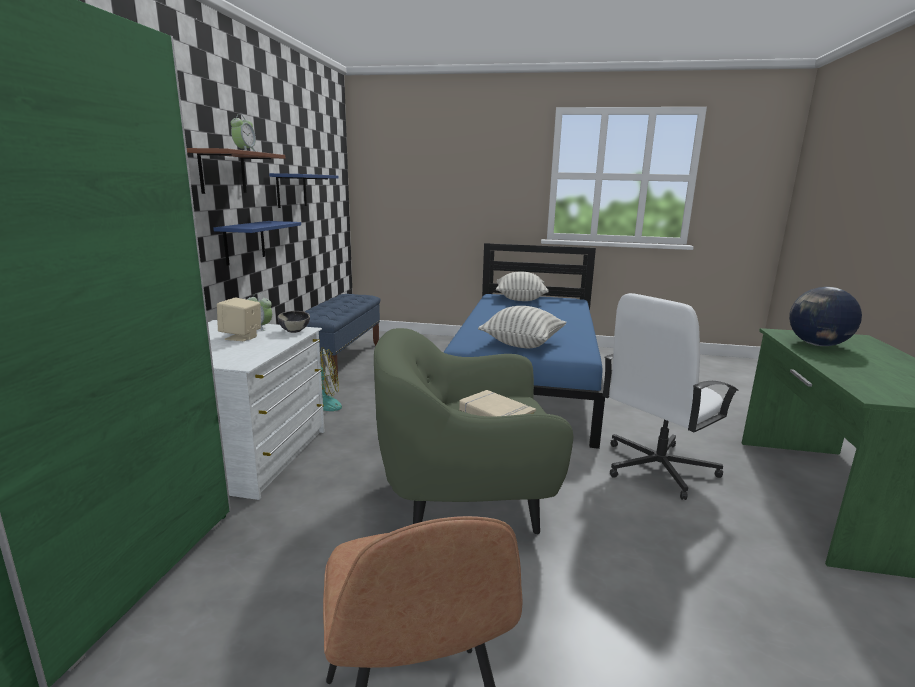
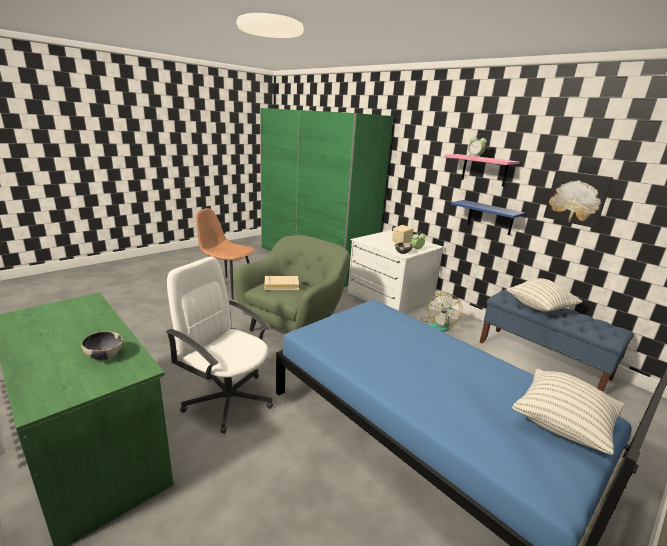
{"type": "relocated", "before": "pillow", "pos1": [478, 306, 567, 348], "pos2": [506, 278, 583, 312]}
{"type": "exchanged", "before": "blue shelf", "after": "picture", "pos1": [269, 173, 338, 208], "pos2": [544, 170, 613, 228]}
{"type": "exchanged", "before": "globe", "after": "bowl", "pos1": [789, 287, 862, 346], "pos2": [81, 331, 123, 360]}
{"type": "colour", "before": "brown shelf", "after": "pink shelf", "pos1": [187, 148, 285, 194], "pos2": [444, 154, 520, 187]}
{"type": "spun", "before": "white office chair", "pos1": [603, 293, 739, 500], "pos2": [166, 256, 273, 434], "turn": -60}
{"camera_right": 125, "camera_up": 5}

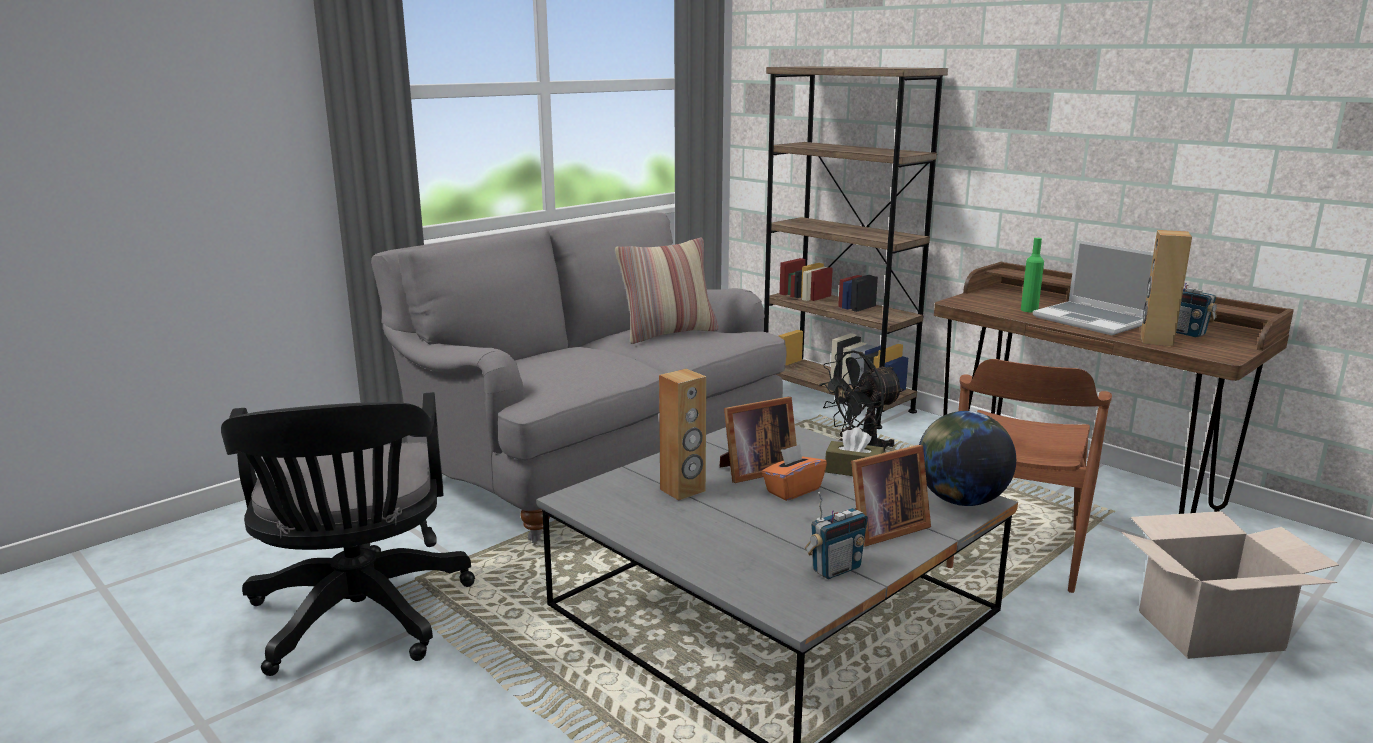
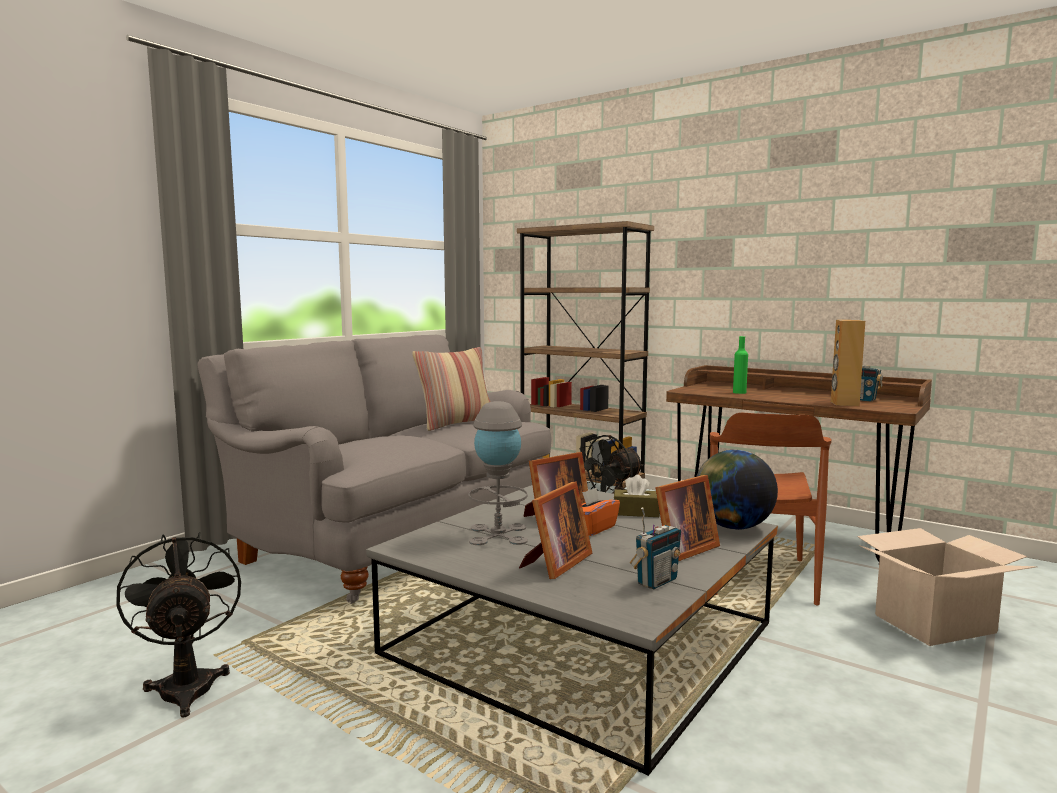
{"type": "missing", "before": "laptop", "pos1": [1033, 240, 1154, 335]}
{"type": "appeared", "after": "picture frame", "pos2": [519, 481, 592, 579]}
{"type": "exchanged", "before": "black office chair", "after": "black fan", "pos1": [221, 392, 475, 676], "pos2": [116, 532, 241, 717]}
{"type": "exchanged", "before": "brown speaker", "after": "grey table lamp", "pos1": [659, 369, 706, 501], "pos2": [469, 401, 528, 545]}
{"camera_right": -10, "camera_up": -10}

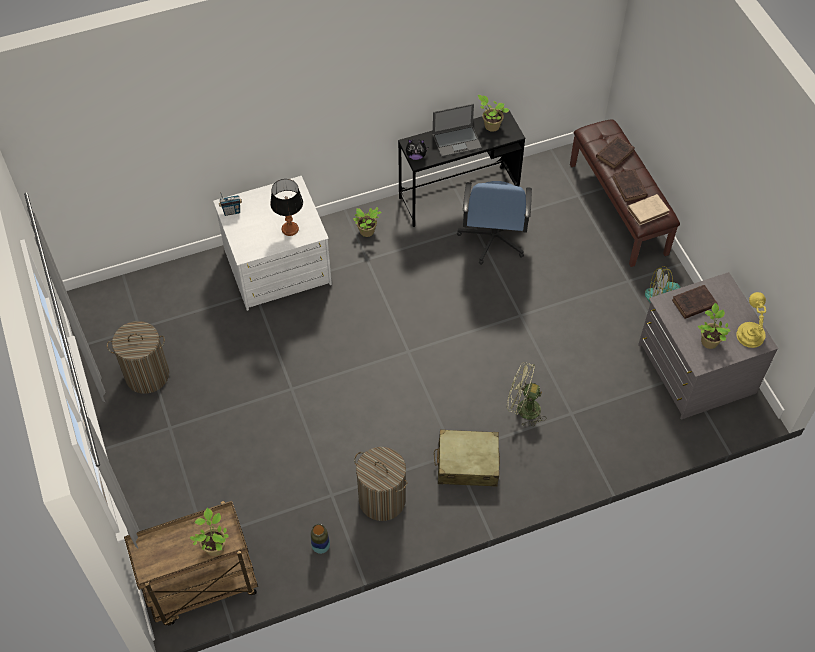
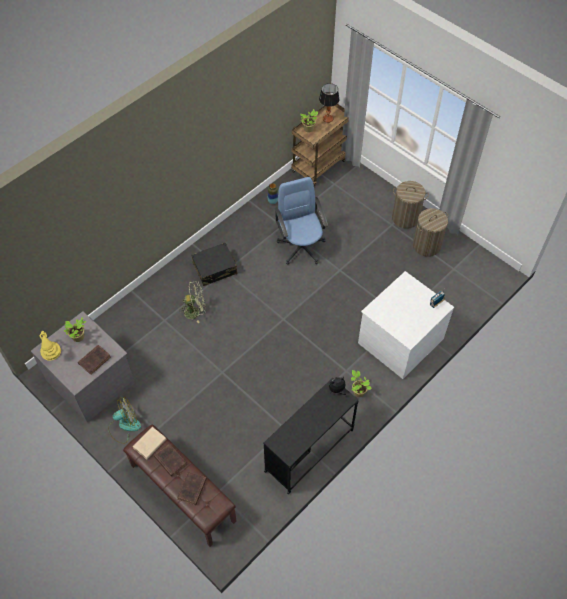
{"type": "missing", "before": "laptop", "pos1": [433, 103, 482, 157]}
{"type": "missing", "before": "potted plant", "pos1": [478, 95, 510, 132]}
{"type": "relocated", "before": "table lamp", "pos1": [270, 179, 303, 236], "pos2": [319, 83, 339, 123]}
{"type": "relocated", "before": "laundry basket", "pos1": [354, 447, 407, 521], "pos2": [392, 181, 429, 229]}
{"type": "relocated", "before": "blue office chair", "pos1": [457, 181, 532, 265], "pos2": [274, 177, 328, 265]}
{"type": "colour", "before": "beige suitcase", "after": "black suitcase", "pos1": [434, 430, 500, 487], "pos2": [191, 243, 238, 286]}
{"camera_right": 155, "camera_up": 0}

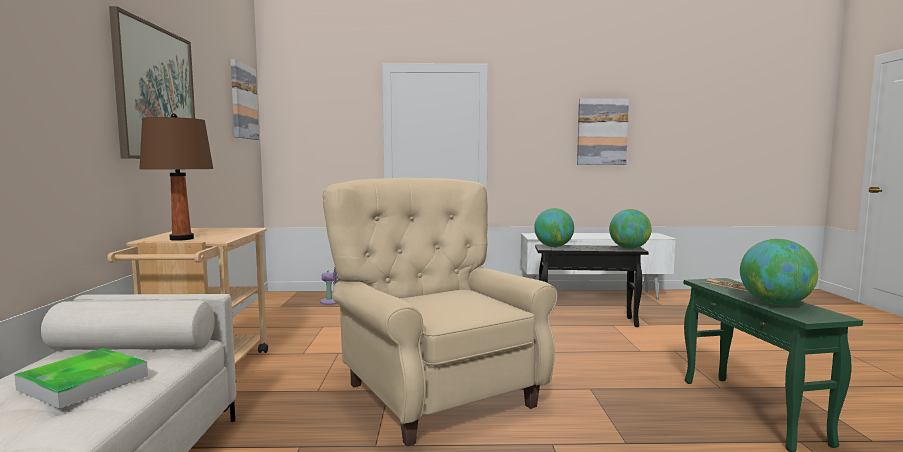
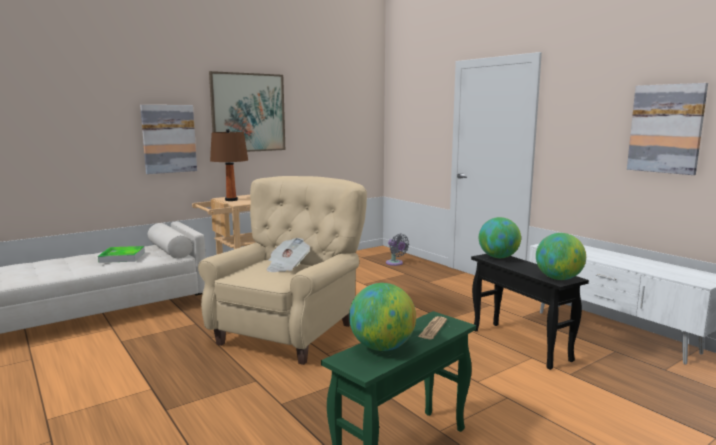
{"type": "appeared", "after": "newspaper", "pos2": [267, 238, 310, 272]}
{"type": "relocated", "before": "picture", "pos1": [231, 59, 259, 140], "pos2": [140, 105, 197, 174]}
{"camera_right": 55, "camera_up": 5}

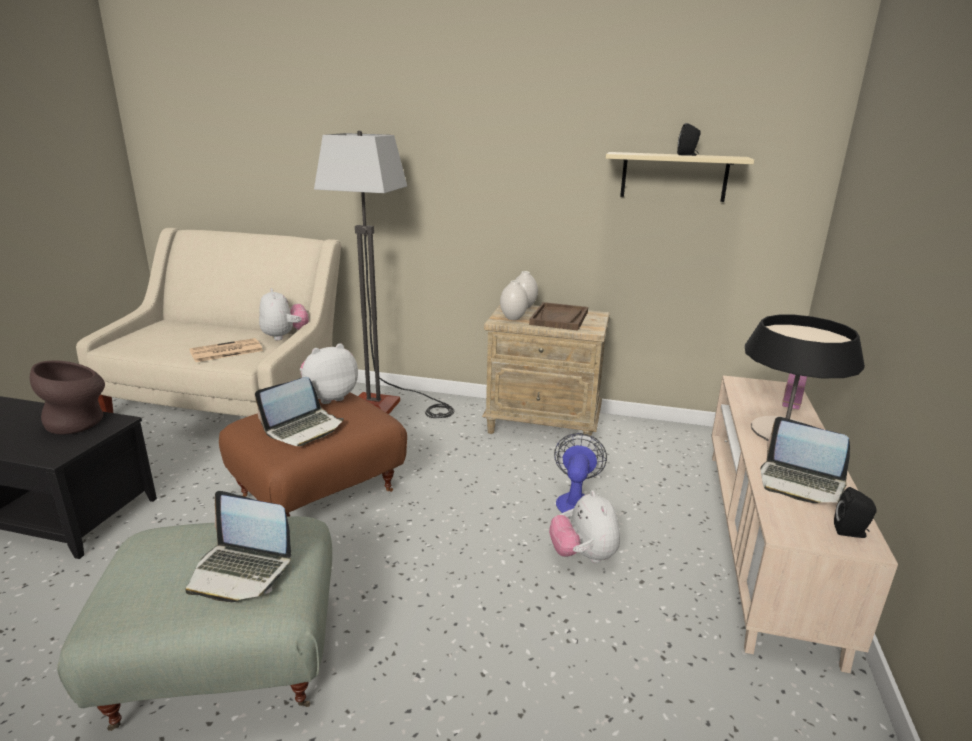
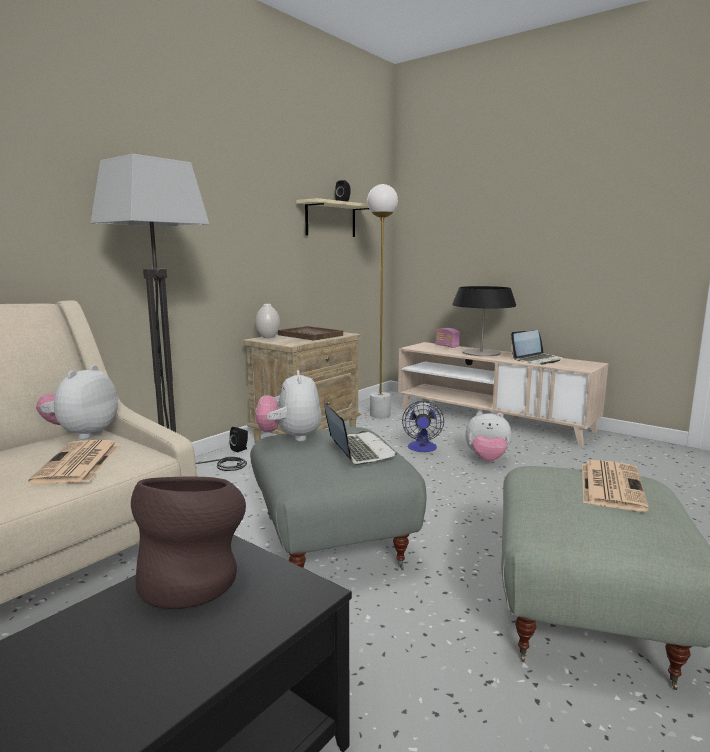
{"type": "missing", "before": "white vase", "pos1": [500, 280, 528, 320]}
{"type": "appeared", "after": "white floor lamp", "pos2": [367, 184, 398, 418]}
{"type": "relocated", "before": "black speaker", "pos1": [834, 487, 876, 538], "pos2": [230, 427, 248, 452]}
{"type": "exchanged", "before": "laptop", "after": "newspaper", "pos1": [185, 491, 291, 602], "pos2": [582, 460, 649, 511]}
{"type": "colour", "before": "brown ottoman", "after": "grey ottoman", "pos1": [219, 392, 407, 517], "pos2": [250, 427, 427, 570]}
{"type": "spun", "before": "plush toy", "pos1": [259, 288, 309, 340], "pos2": [36, 365, 118, 440], "turn": -75}
{"type": "spun", "before": "fan", "pos1": [554, 433, 607, 513], "pos2": [402, 401, 444, 452], "turn": -120}
{"camera_right": -65, "camera_up": -10}

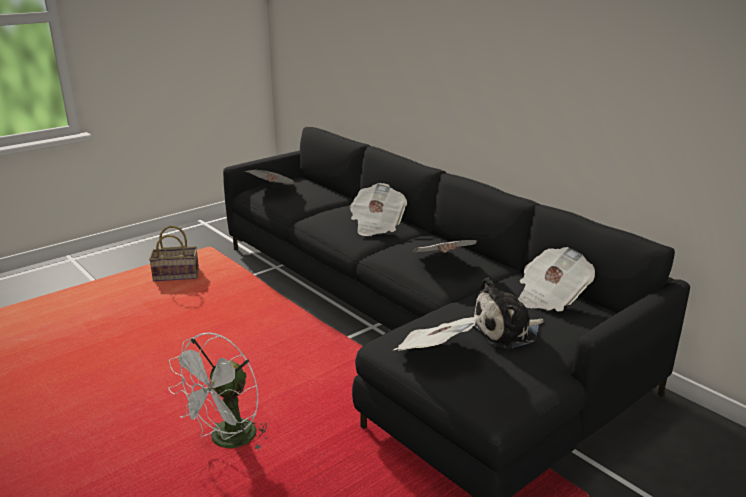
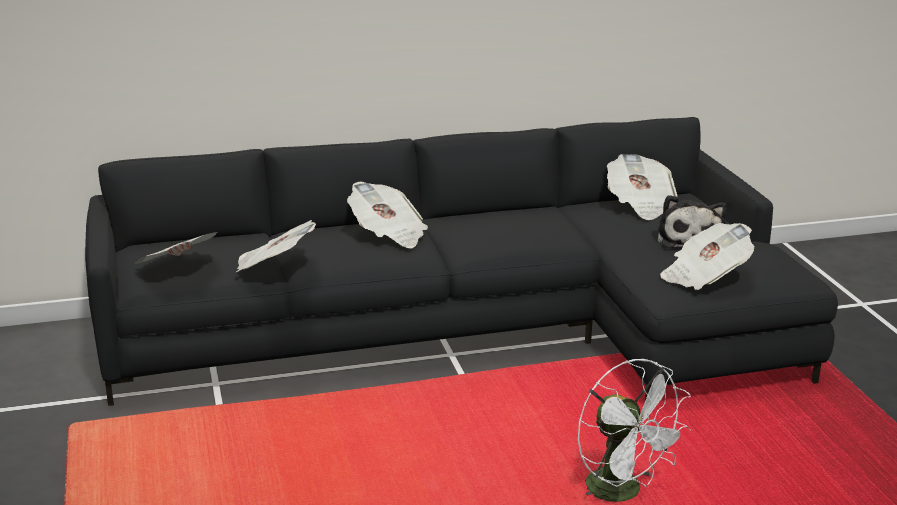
{"type": "missing", "before": "basket", "pos1": [149, 226, 199, 281]}
{"type": "relocated", "before": "newspaper", "pos1": [413, 240, 477, 253], "pos2": [236, 220, 316, 272]}
{"camera_right": -65, "camera_up": 0}

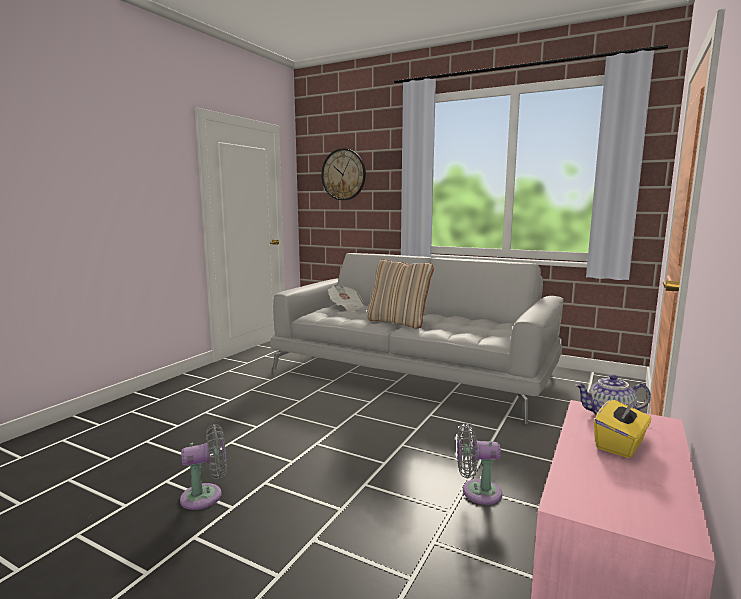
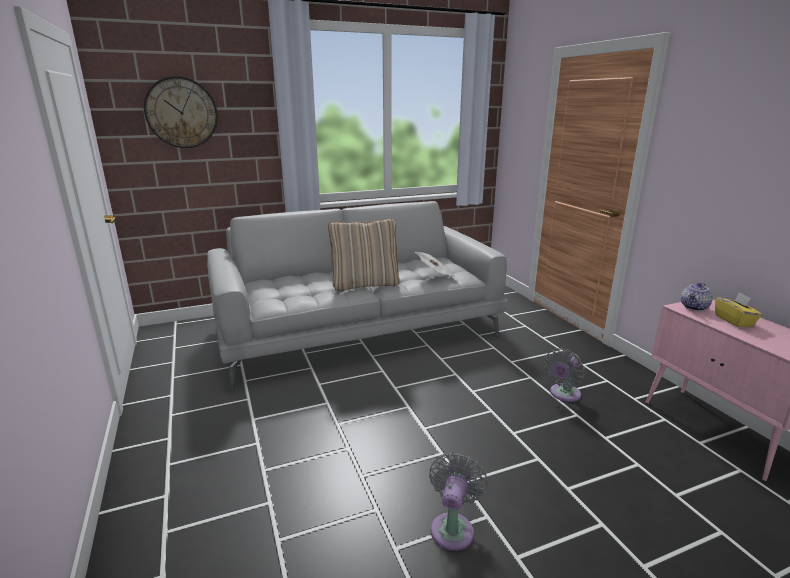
{"type": "relocated", "before": "newspaper", "pos1": [328, 284, 365, 312], "pos2": [415, 252, 457, 278]}
{"camera_right": -50, "camera_up": 10}

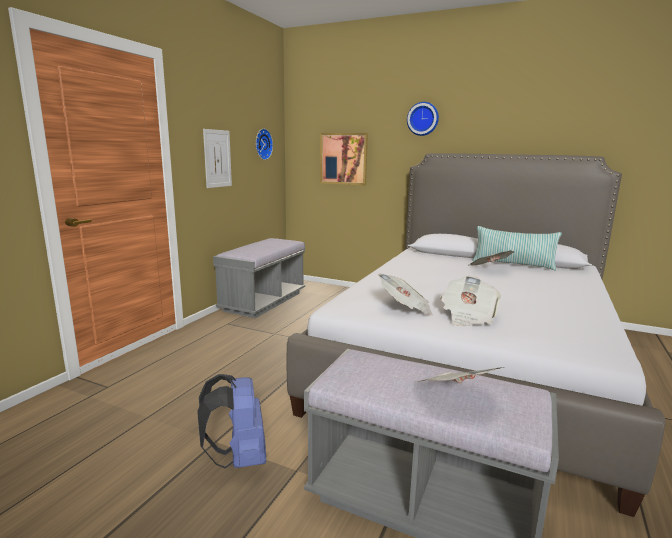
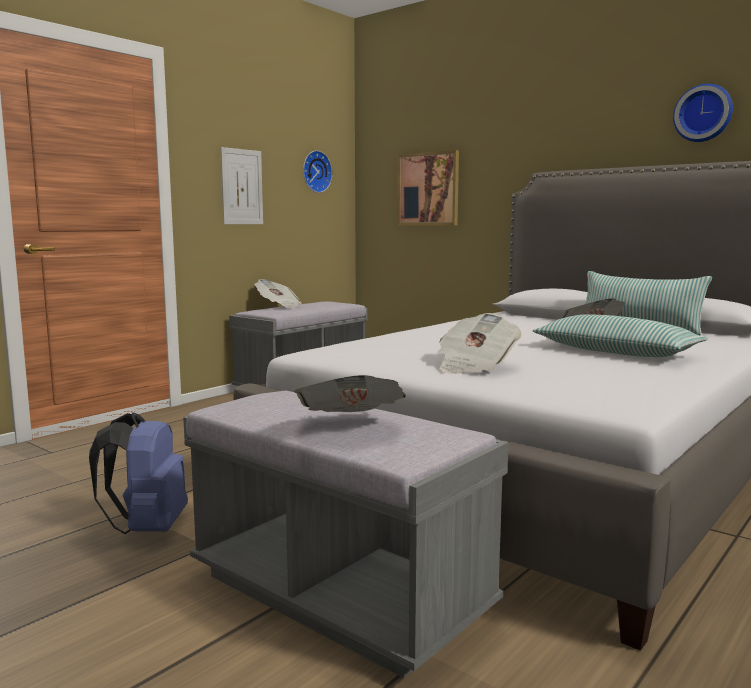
{"type": "appeared", "after": "pillow", "pos2": [533, 314, 708, 357]}
{"type": "relocated", "before": "newspaper", "pos1": [378, 273, 433, 315], "pos2": [255, 279, 302, 309]}
{"type": "relocated", "before": "wall clock", "pos1": [407, 102, 439, 136], "pos2": [673, 84, 733, 142]}
{"camera_right": 15, "camera_up": -5}

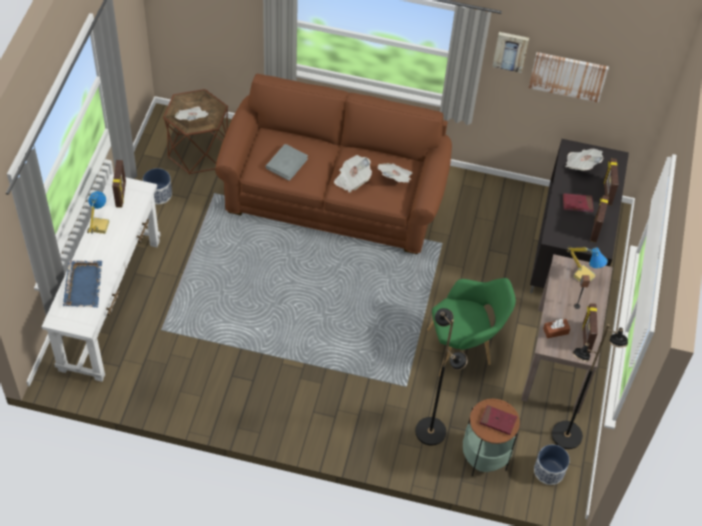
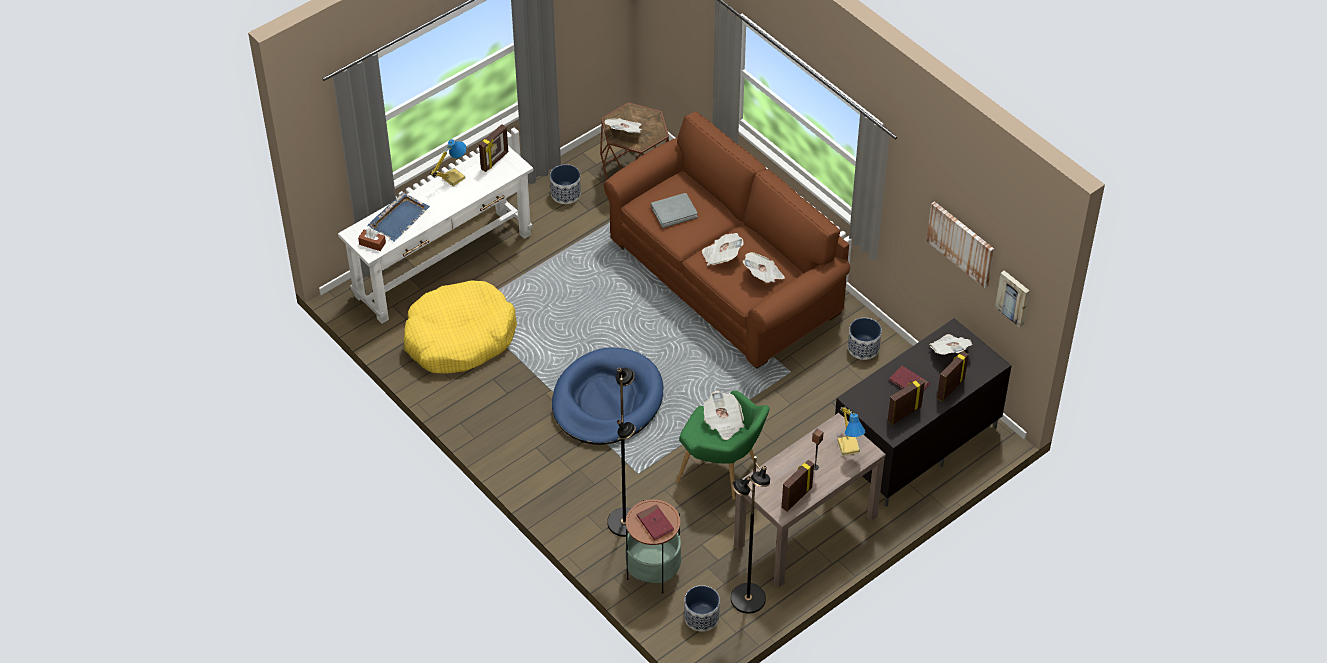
{"type": "appeared", "after": "yellow dog bed", "pos2": [404, 280, 517, 374]}
{"type": "appeared", "after": "blue dog bed", "pos2": [552, 347, 663, 445]}
{"type": "appeared", "after": "newspaper", "pos2": [703, 391, 744, 440]}
{"type": "appeared", "after": "planter", "pos2": [848, 318, 881, 360]}
{"type": "relocated", "before": "picture", "pos1": [492, 32, 529, 73], "pos2": [995, 271, 1030, 328]}
{"type": "relocated", "before": "brown tissue box", "pos1": [543, 319, 570, 338], "pos2": [358, 229, 386, 251]}
{"camera_right": 40, "camera_up": -5}

